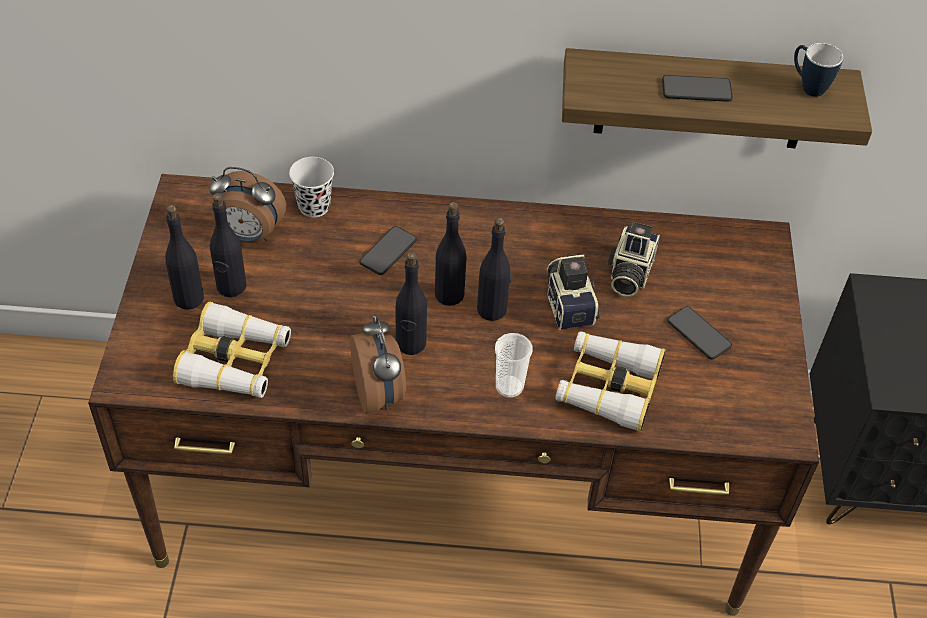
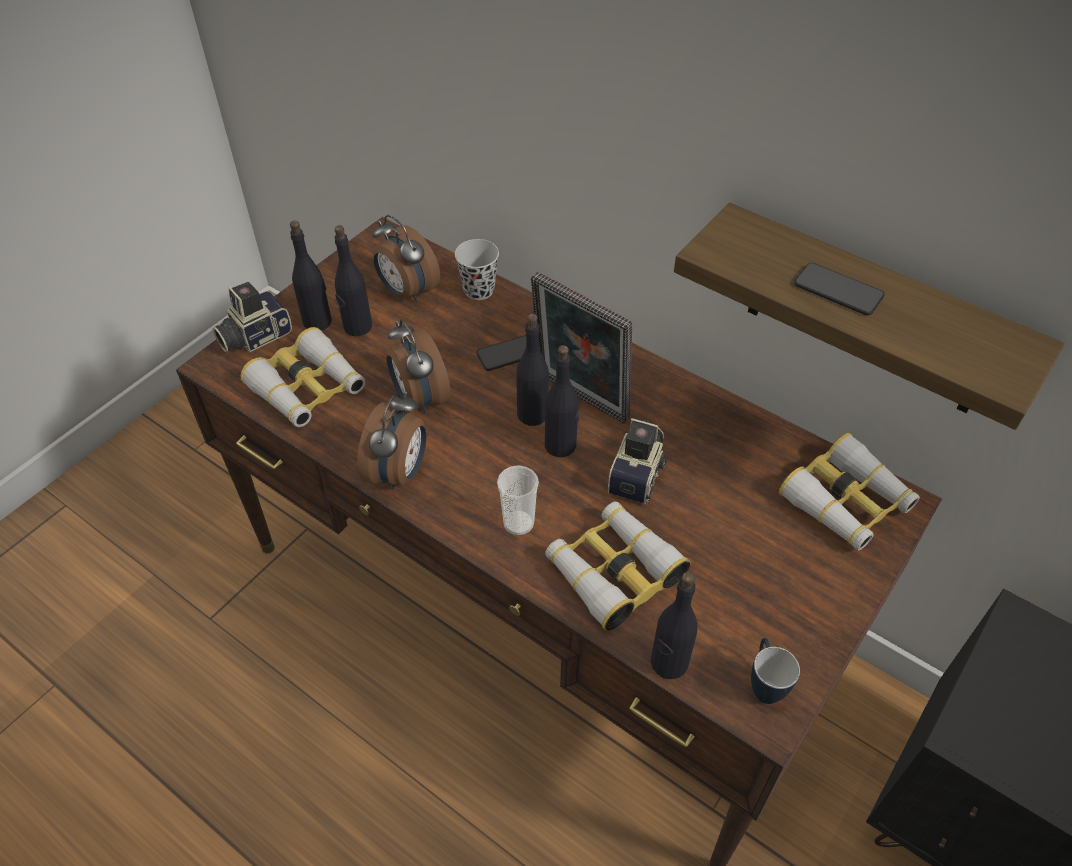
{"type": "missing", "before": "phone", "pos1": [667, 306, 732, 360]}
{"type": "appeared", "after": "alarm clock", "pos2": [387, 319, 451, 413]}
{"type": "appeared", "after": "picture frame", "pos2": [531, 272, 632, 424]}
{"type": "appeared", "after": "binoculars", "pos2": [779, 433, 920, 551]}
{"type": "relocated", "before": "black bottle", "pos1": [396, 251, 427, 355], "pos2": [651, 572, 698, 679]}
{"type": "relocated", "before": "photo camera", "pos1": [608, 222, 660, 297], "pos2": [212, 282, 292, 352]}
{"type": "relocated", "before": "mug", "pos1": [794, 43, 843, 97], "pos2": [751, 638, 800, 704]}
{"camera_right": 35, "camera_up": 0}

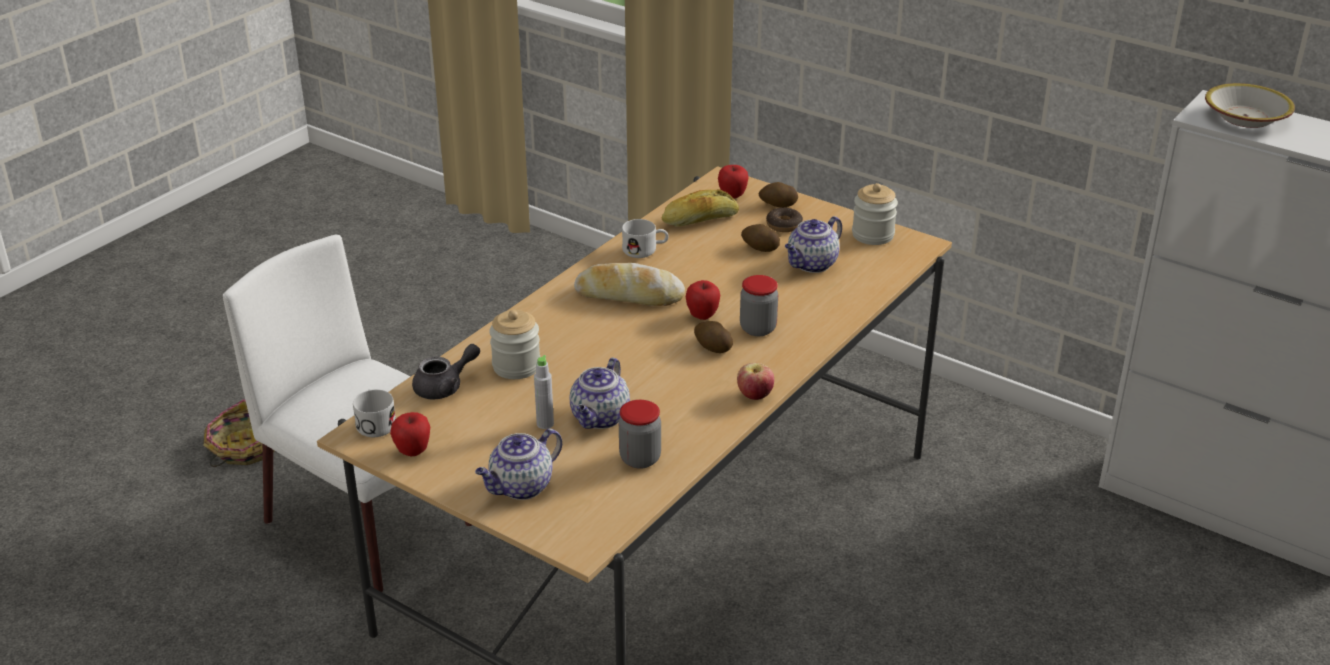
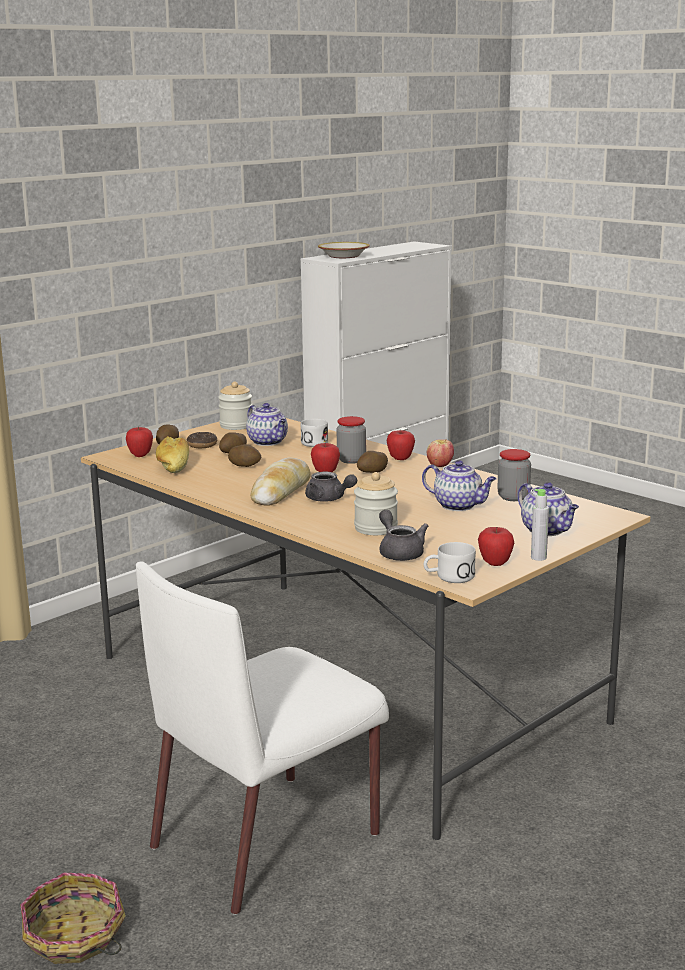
{"type": "appeared", "after": "potato", "pos2": [228, 444, 261, 467]}
{"type": "appeared", "after": "grey teapot", "pos2": [305, 472, 357, 502]}
{"type": "appeared", "after": "apple", "pos2": [387, 430, 415, 460]}
{"type": "relocated", "before": "grey bottle", "pos1": [534, 355, 554, 429], "pos2": [531, 489, 549, 561]}
{"type": "relocated", "before": "white mug", "pos1": [622, 219, 669, 258], "pos2": [301, 419, 328, 447]}
{"camera_right": -80, "camera_up": -15}

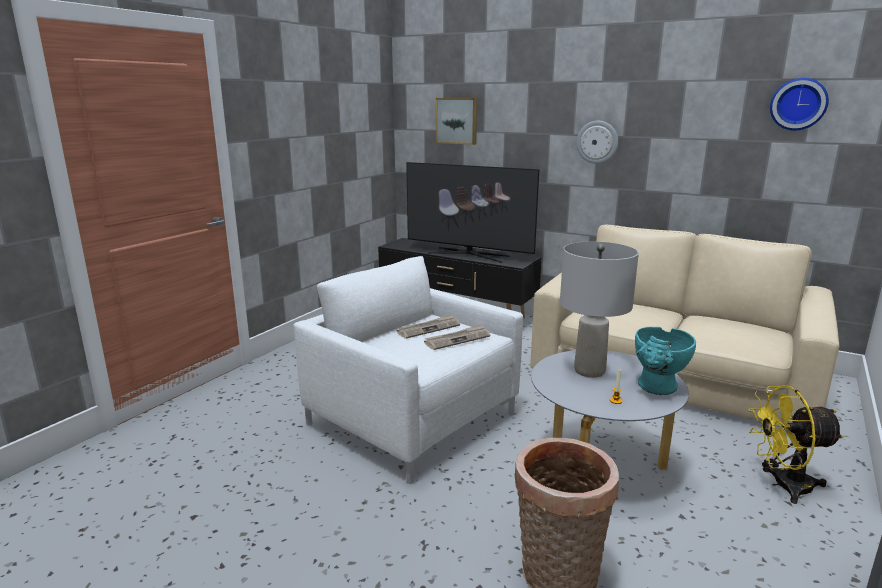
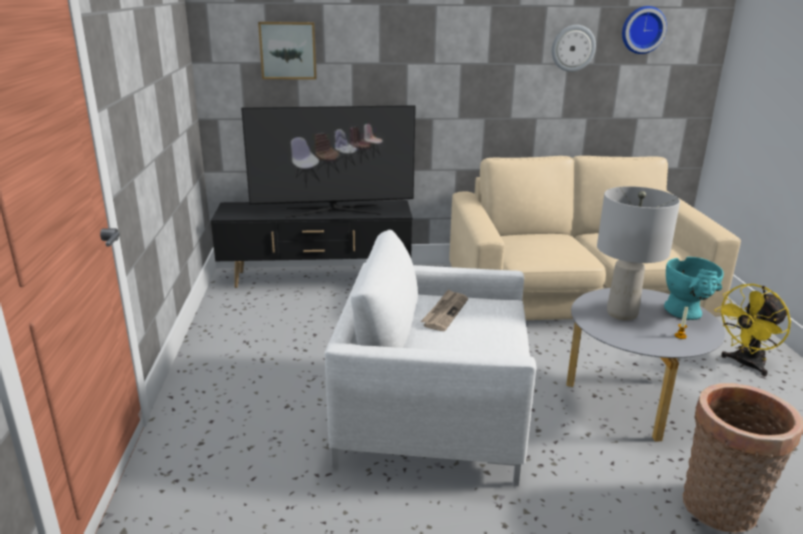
{"type": "missing", "before": "newspaper", "pos1": [424, 324, 490, 350]}
{"type": "relocated", "before": "wall clock", "pos1": [576, 121, 618, 164], "pos2": [552, 25, 596, 72]}
{"camera_right": -35, "camera_up": 5}

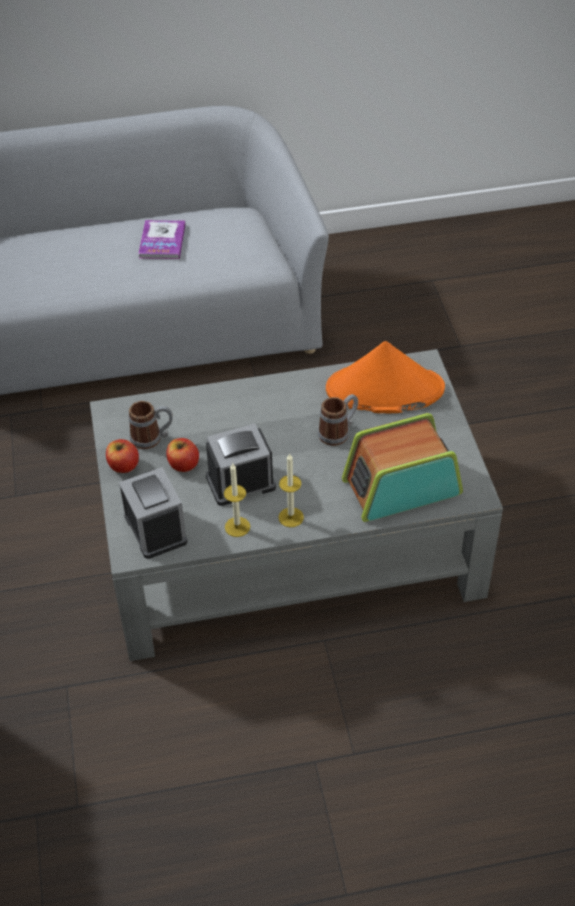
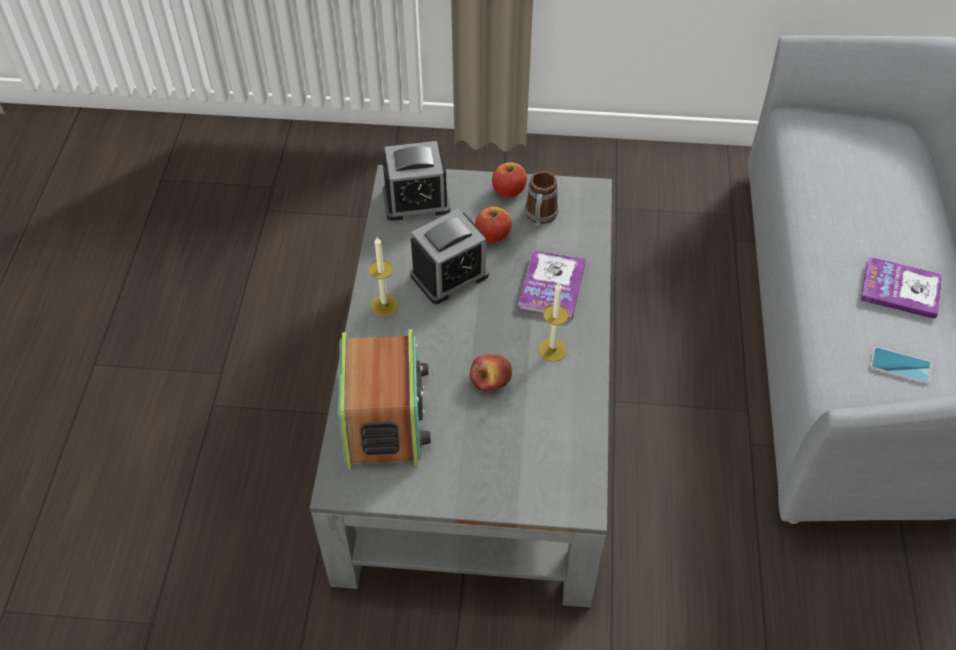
{"type": "missing", "before": "orange hat", "pos1": [326, 341, 445, 413]}
{"type": "appeared", "after": "book", "pos2": [518, 250, 586, 319]}
{"type": "appeared", "after": "phone", "pos2": [870, 347, 932, 384]}
{"type": "relocated", "before": "candle", "pos1": [224, 463, 250, 537], "pos2": [539, 283, 568, 362]}
{"type": "exchanged", "before": "mug", "after": "apple", "pos1": [318, 394, 358, 446], "pos2": [470, 354, 512, 392]}
{"type": "spun", "before": "alarm clock", "pos1": [206, 423, 276, 506], "pos2": [410, 209, 489, 304], "turn": 60}
{"camera_right": 105, "camera_up": 5}

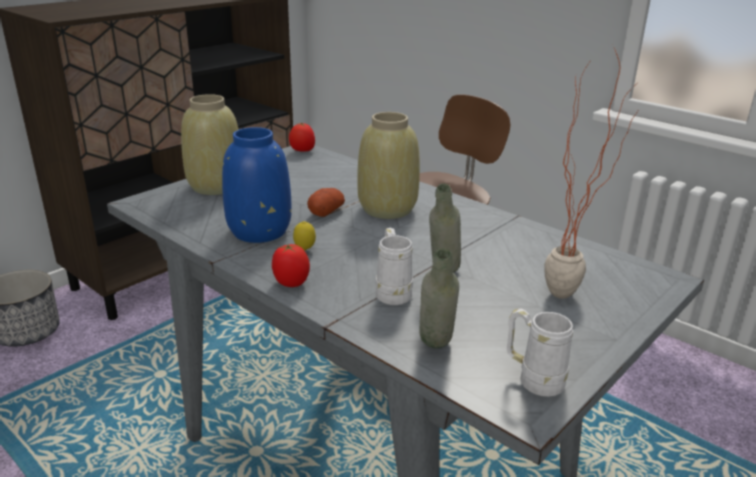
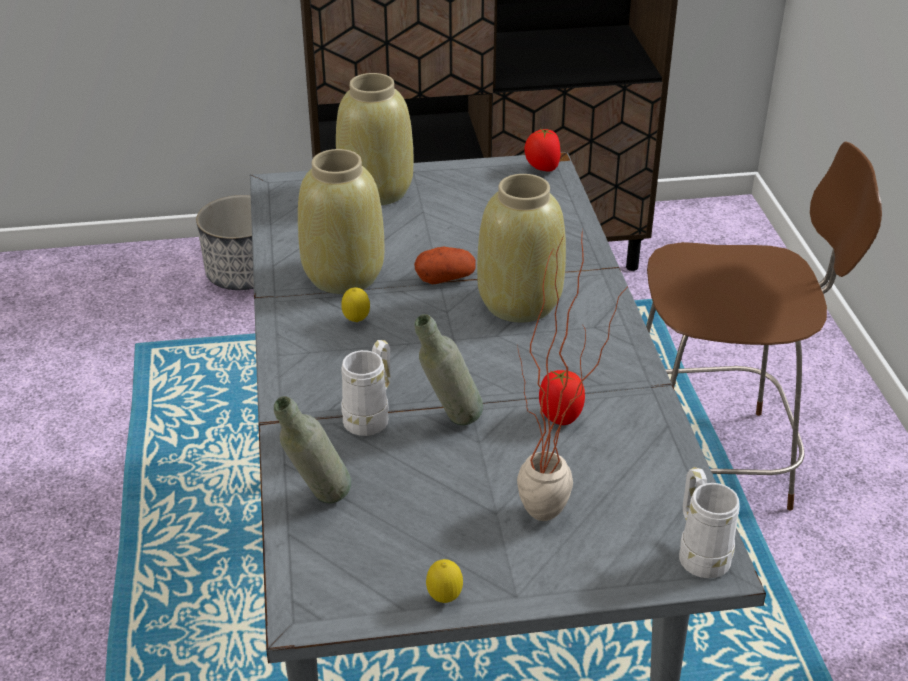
{"type": "appeared", "after": "lemon", "pos2": [426, 559, 463, 603]}
{"type": "relocated", "before": "tomato", "pos1": [272, 244, 310, 287], "pos2": [539, 370, 585, 425]}
{"type": "relocated", "before": "white mug", "pos1": [507, 308, 573, 397], "pos2": [679, 467, 740, 578]}
{"type": "colour", "before": "blue vase", "after": "beige vase", "pos1": [222, 127, 292, 243], "pos2": [298, 149, 384, 294]}
{"camera_right": 40, "camera_up": 10}

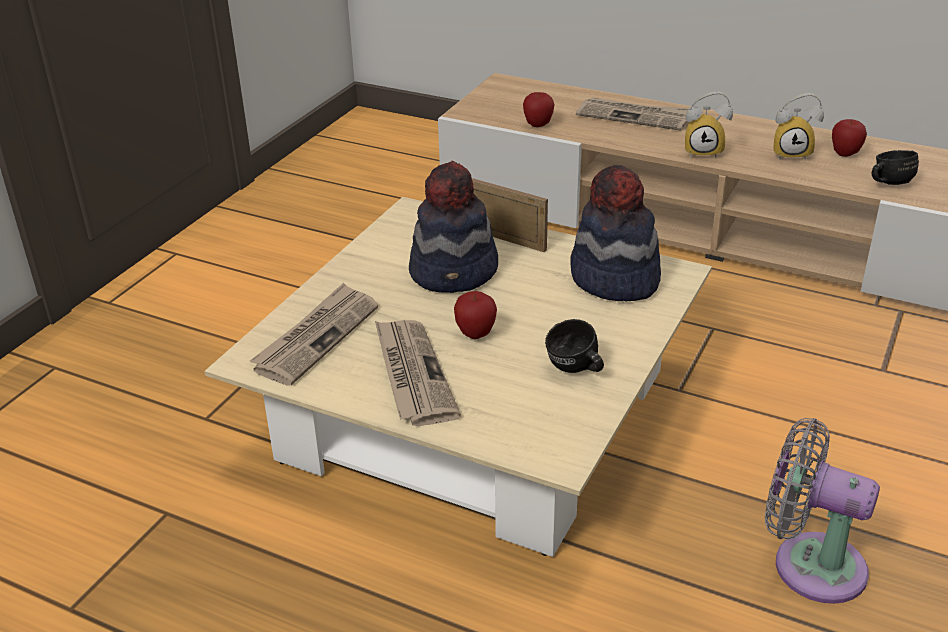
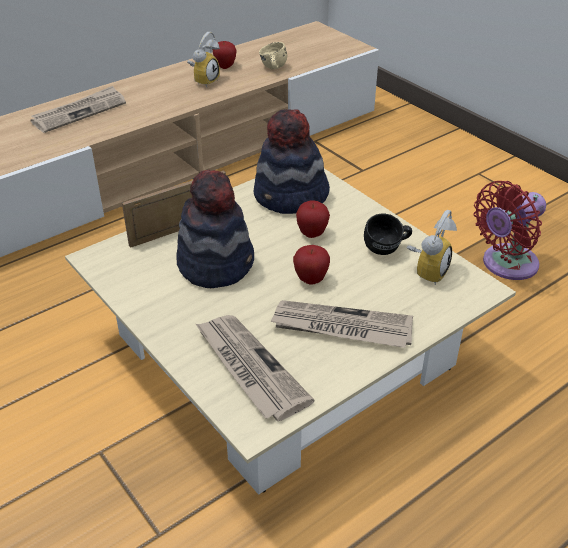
{"type": "relocated", "before": "apple", "pos1": [523, 92, 554, 127], "pos2": [296, 201, 330, 238]}
{"type": "relocated", "before": "alarm clock", "pos1": [685, 91, 733, 158], "pos2": [407, 210, 457, 285]}
{"type": "colour", "before": "grey fan", "after": "red fan", "pos1": [765, 418, 880, 604], "pos2": [473, 181, 546, 280]}
{"type": "colour", "before": "black mug", "after": "beige mug", "pos1": [872, 150, 919, 185], "pos2": [259, 42, 287, 70]}
{"camera_right": -65, "camera_up": 5}

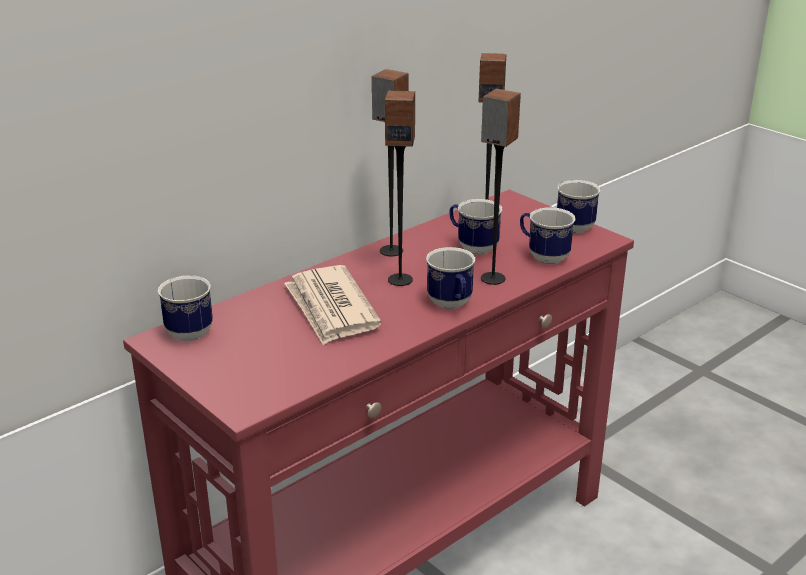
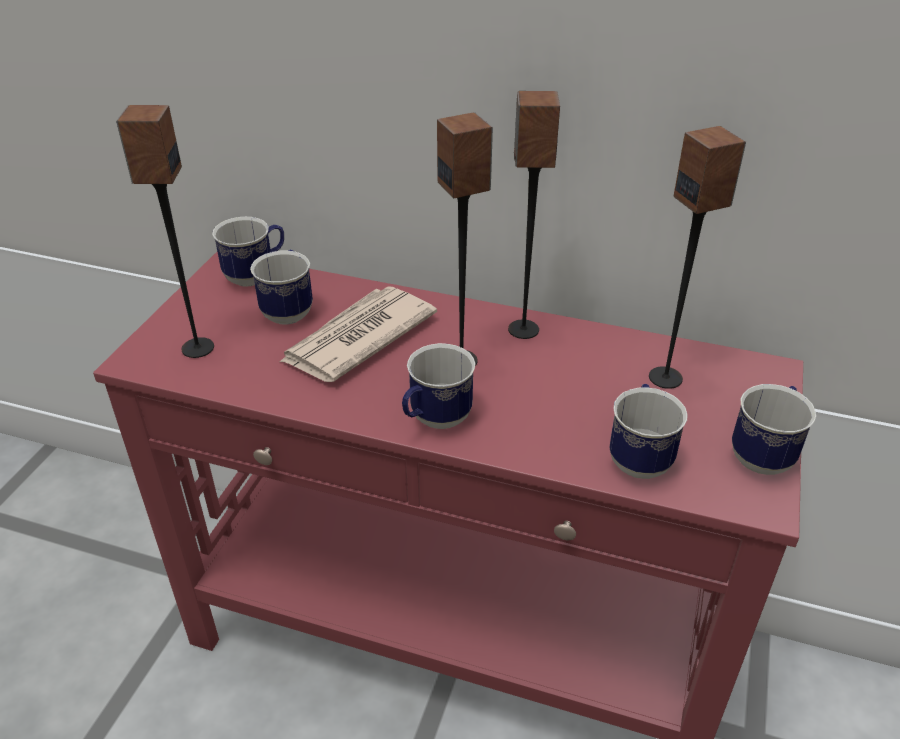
{"type": "relocated", "before": "mug", "pos1": [449, 199, 502, 255], "pos2": [250, 249, 313, 325]}
{"type": "relocated", "before": "speaker", "pos1": [481, 89, 521, 285], "pos2": [116, 105, 214, 358]}
{"camera_right": 60, "camera_up": 10}

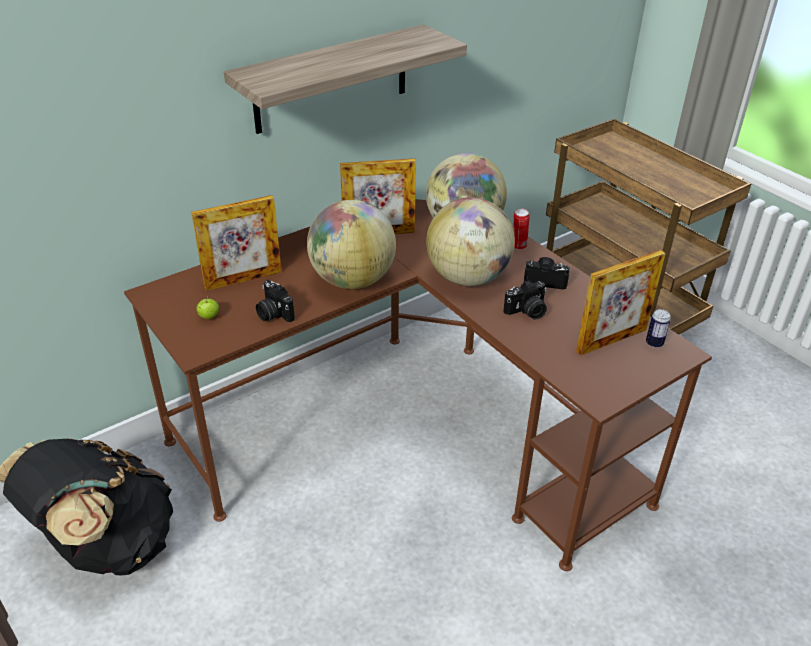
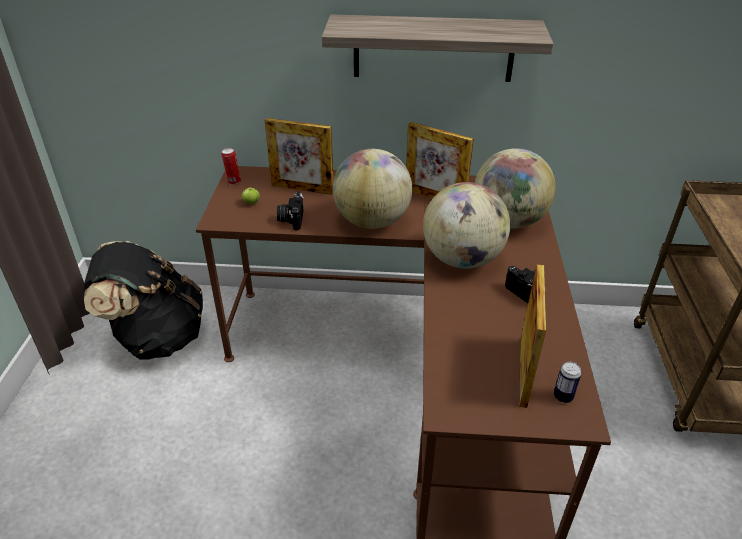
{"type": "missing", "before": "photo camera", "pos1": [503, 280, 547, 320]}
{"type": "relocated", "before": "can", "pos1": [513, 209, 530, 250], "pos2": [221, 148, 241, 185]}
{"type": "spun", "before": "picture frame", "pos1": [576, 250, 666, 356], "pos2": [519, 264, 546, 408], "turn": -90}
{"camera_right": 40, "camera_up": 0}

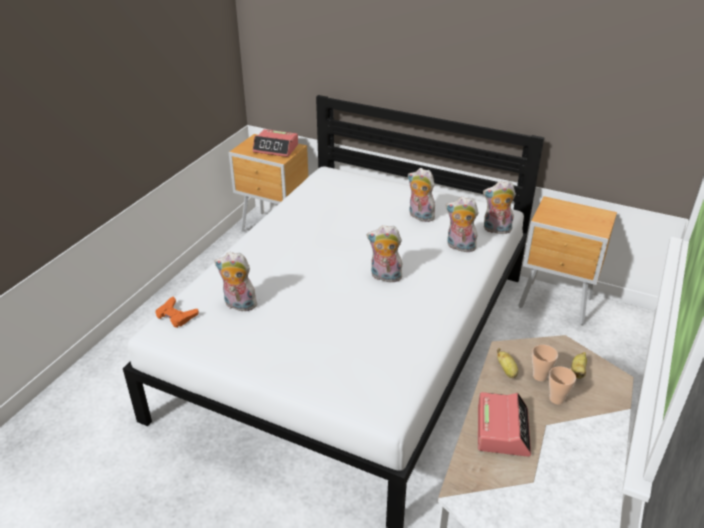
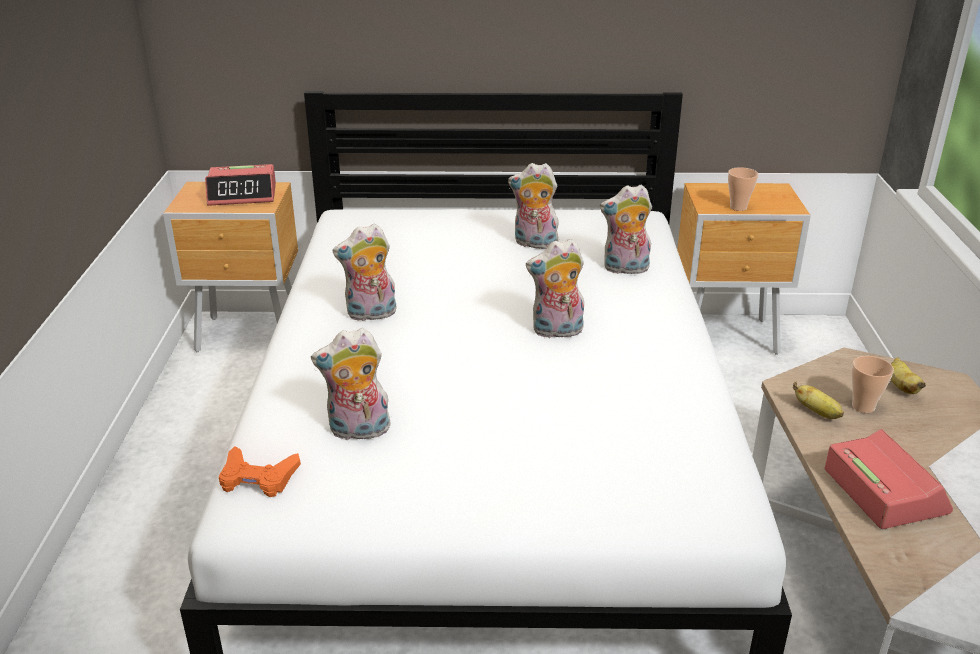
{"type": "relocated", "before": "plush toy", "pos1": [483, 181, 516, 234], "pos2": [333, 223, 397, 321]}
{"type": "relocated", "before": "cup", "pos1": [549, 366, 576, 405], "pos2": [728, 167, 758, 211]}
{"camera_right": -25, "camera_up": -5}

